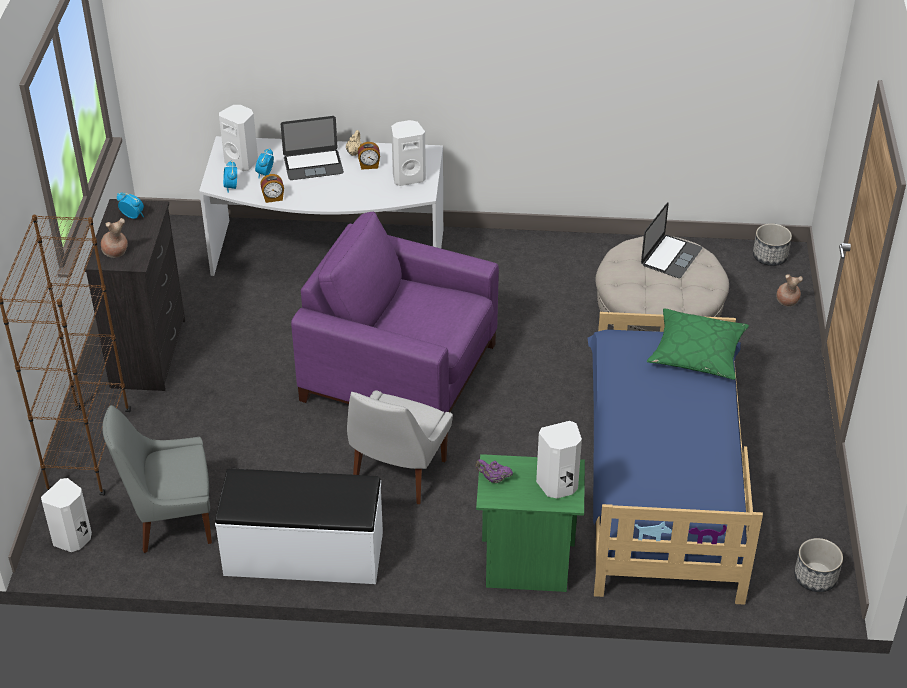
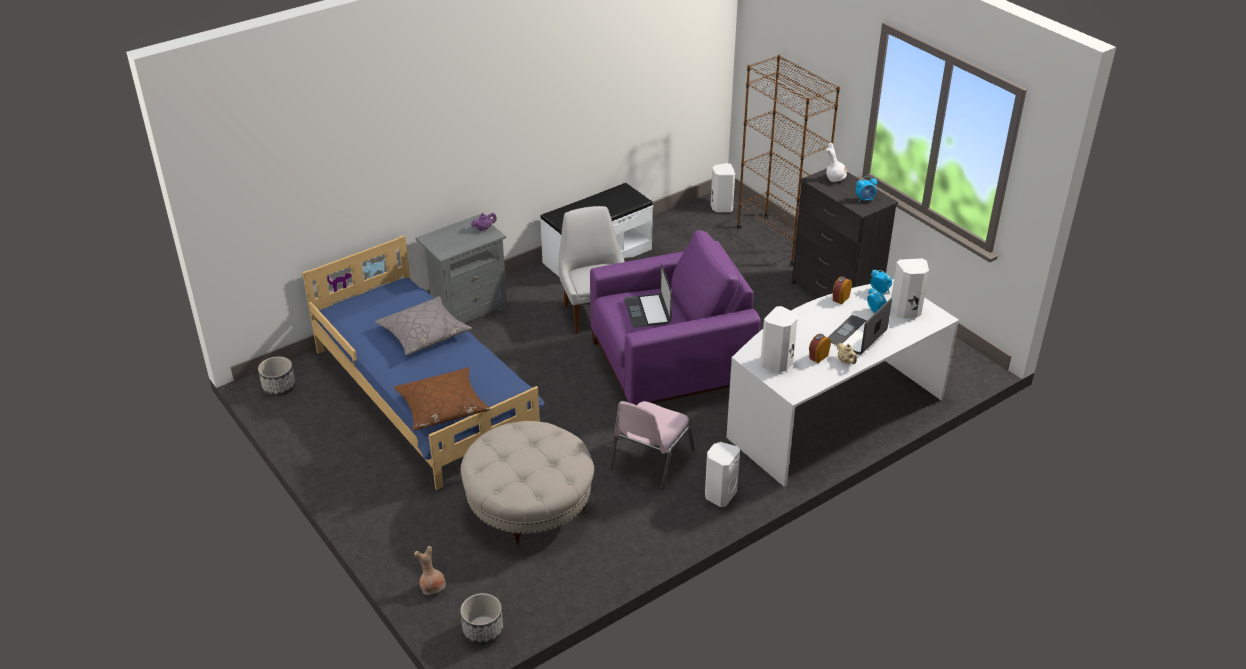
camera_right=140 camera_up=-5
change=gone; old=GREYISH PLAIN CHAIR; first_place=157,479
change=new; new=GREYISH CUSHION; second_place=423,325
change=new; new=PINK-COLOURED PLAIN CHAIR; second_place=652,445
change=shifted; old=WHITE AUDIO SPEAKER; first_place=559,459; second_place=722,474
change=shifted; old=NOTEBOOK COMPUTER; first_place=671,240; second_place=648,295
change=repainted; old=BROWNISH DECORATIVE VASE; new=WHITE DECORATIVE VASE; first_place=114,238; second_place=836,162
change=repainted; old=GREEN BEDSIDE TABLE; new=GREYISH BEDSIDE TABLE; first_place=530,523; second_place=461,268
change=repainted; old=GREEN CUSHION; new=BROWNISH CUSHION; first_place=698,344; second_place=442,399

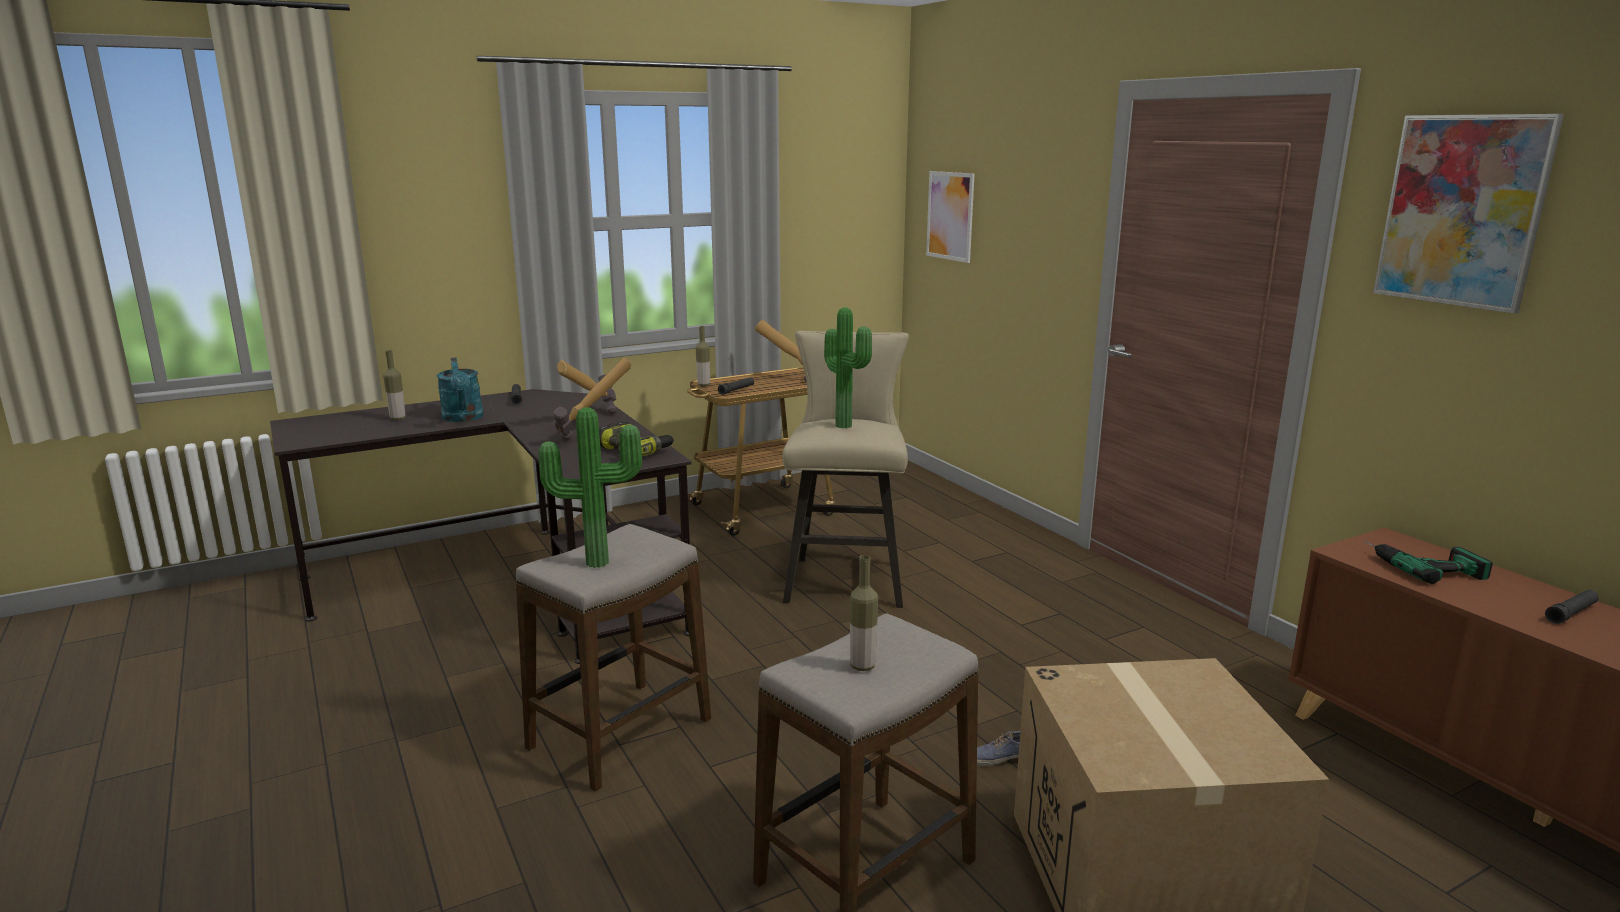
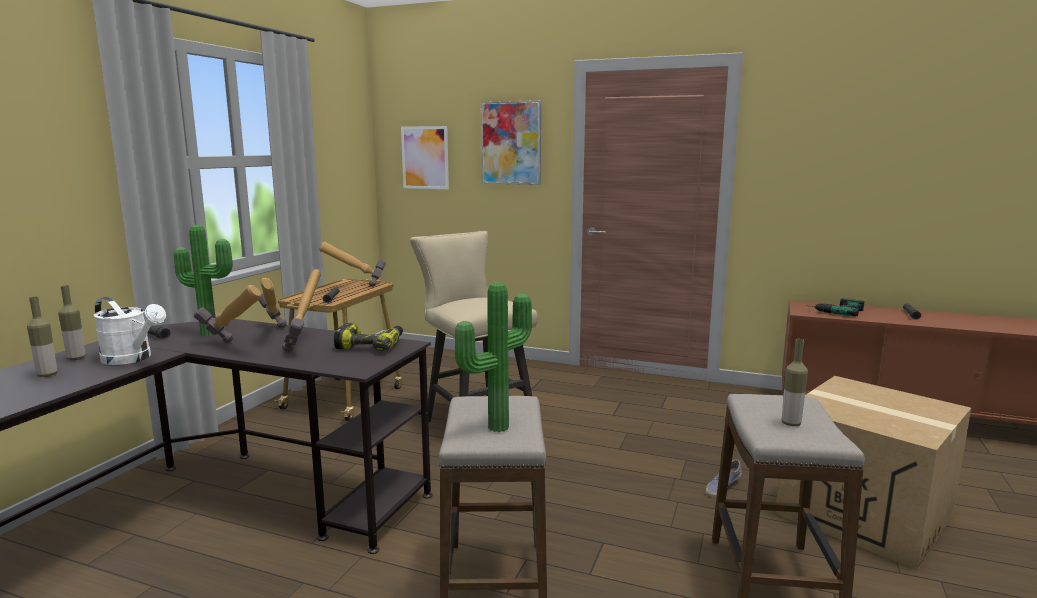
camera_right=-40 camera_up=-5
change=new; new=HAND HAMMER; second_place=228,314
change=shifted; old=BEVERAGE BOTTLE; first_place=703,356; second_place=71,322
change=shifted; old=PLANT IN A POT; first_place=848,368; second_place=203,280
change=shifted; old=PICTURE; first_place=1468,214; second_place=511,142
change=repainted; old=TURQUOISE SPRINKLING CAN; new=WHITE SPRINKLING CAN; first_place=460,389; second_place=130,331

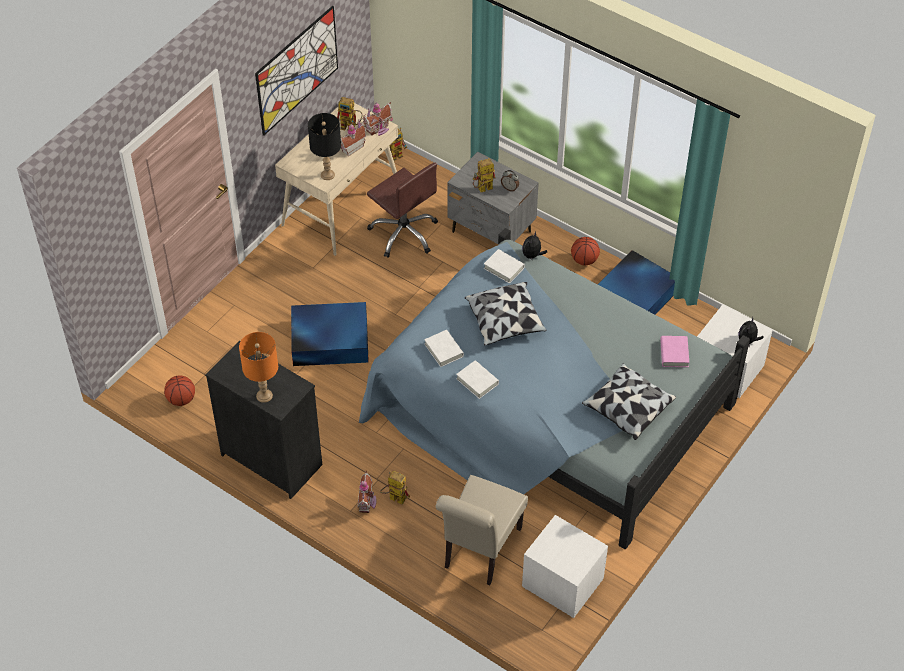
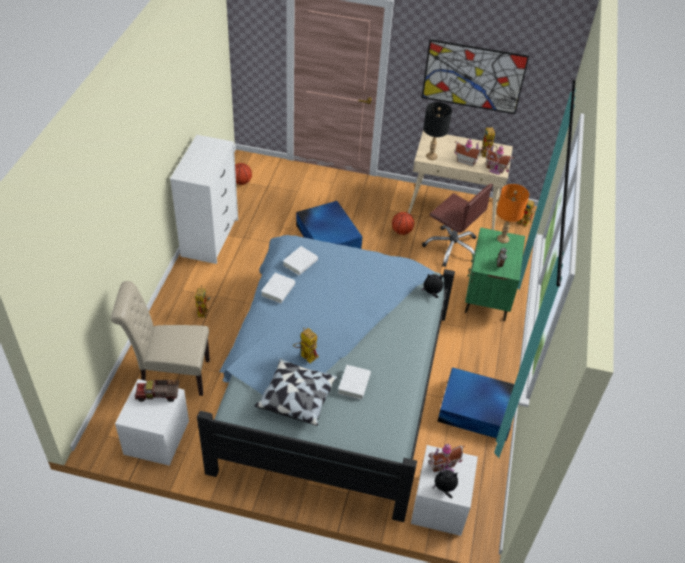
camera_right=65 camera_up=-5
change=gone; old=CUSHION; first_place=506,314
change=gone; old=PINK-COLOURED BOOK; first_place=674,351
change=new; new=TOY LORRY; second_place=157,391
change=shifted; old=ORANGEY LAMP FOR A TABLE; first_place=258,367; second_place=513,213
change=shifted; old=TOY HOUSE; first_place=366,492; second_place=446,458
change=shifted; old=TOY ROBOT; first_place=484,175; second_place=306,345
change=shifted; old=WHITE BOOK; first_place=504,266; second_place=354,382
change=shifted; old=BALL FOR BASKETBALL; first_place=585,251; second_place=403,223
change=repainted; old=BLACK DRAWER CHEST; new=WHITE DRAWER CHEST; first_place=263,420; second_place=204,199
change=repainted; old=GREYISH BEDSIDE TABLE; new=GREEN BEDSIDE TABLE; first_place=493,198; second_place=495,274
change=rotated; old=BROWNISH OFFICE CHAIR; first_place=402,210; second_place=457,225; degrees=-75

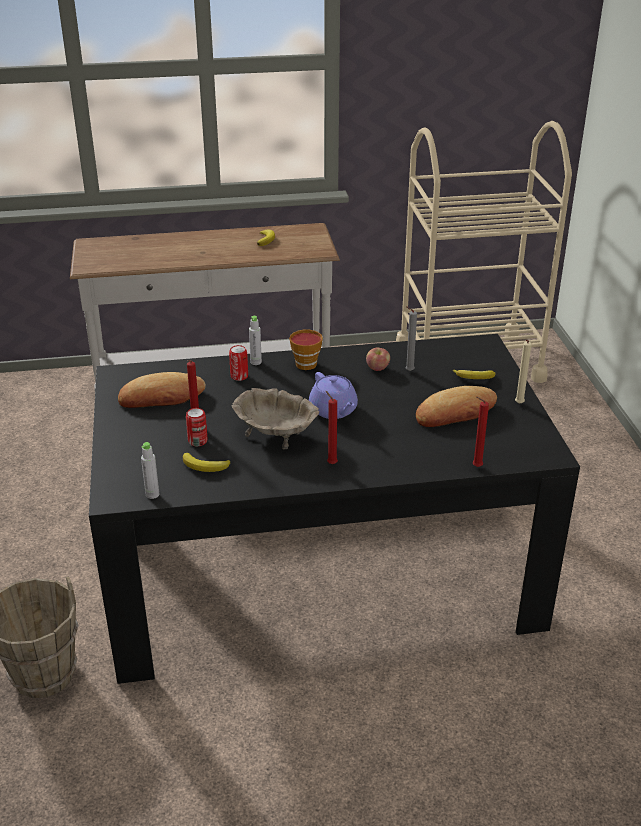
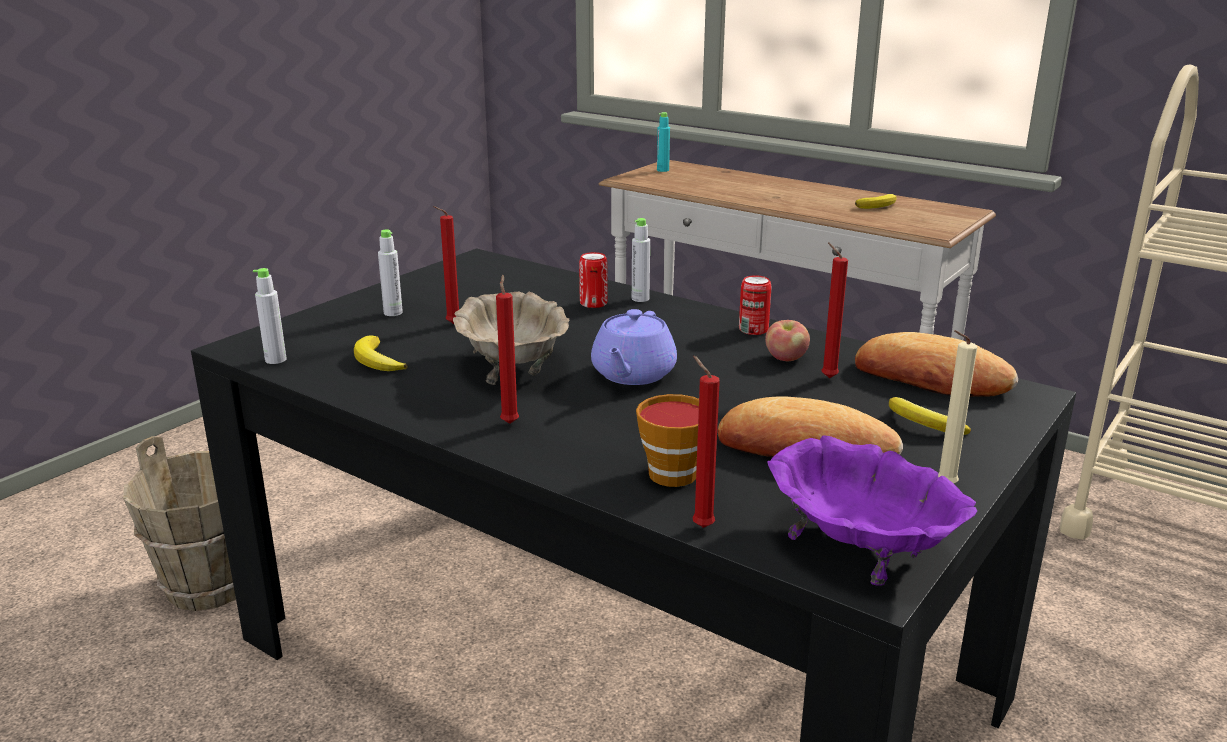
camera_right=45 camera_up=-10
change=new; new=GREYISH BEVERAGE BOTTLE; second_place=390,272
change=new; new=TURQUOISE BEVERAGE BOTTLE; second_place=663,142
change=new; new=PURPLE-COLOURED SERVING BOWL; second_place=872,510
change=shifted; old=BAKED BREAD; first_place=162,390; second_place=936,364
change=shifted; old=CAN; first_place=197,427; second_place=755,305
change=shifted; old=DRINKING CUP; first_place=306,350; second_place=667,440
change=repainted; old=GREYISH CANDLE; new=RED-COLOURED CANDLE; first_place=411,338; second_place=834,310

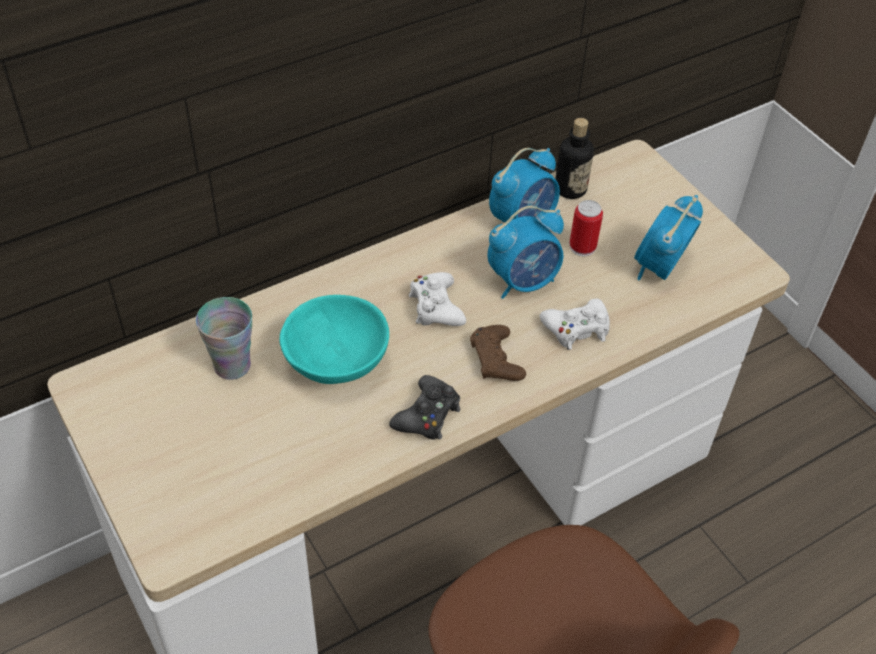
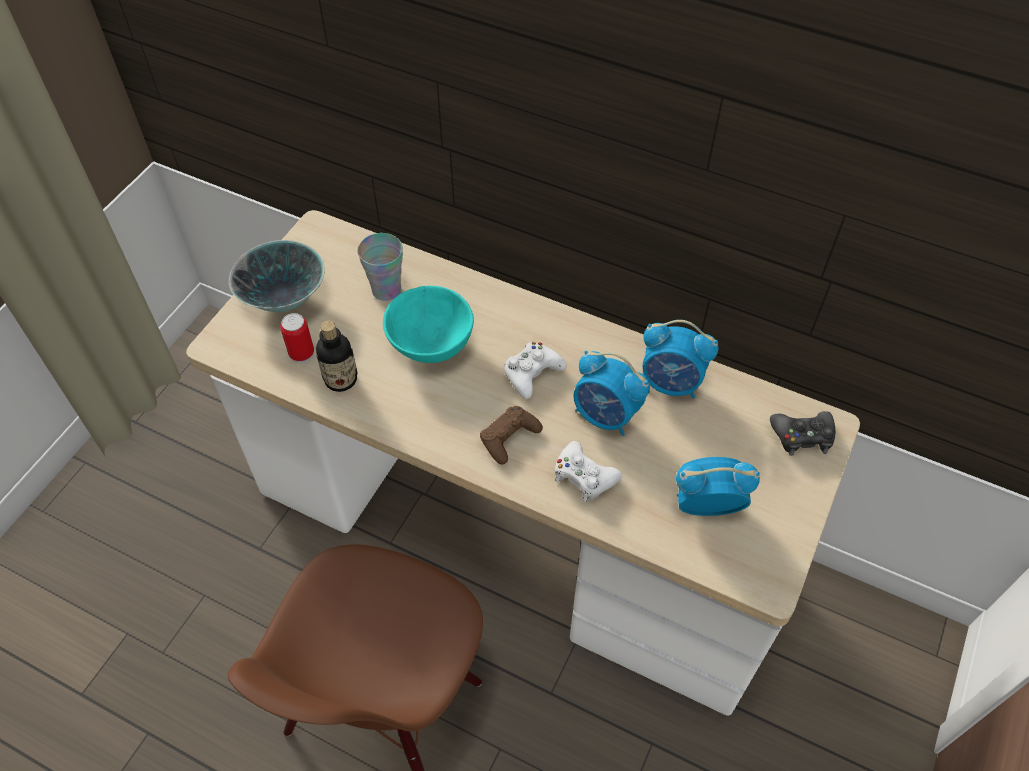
camera_right=60 camera_up=5
change=new; new=SERVING BOWL; second_place=277,276
change=shifted; old=BLACK GAMEPAD; first_place=425,407; second_place=802,433
change=shifted; old=BEVERAGE BOTTLE; first_place=574,158; second_place=336,356
change=shifted; old=CAN; first_place=586,228; second_place=297,338

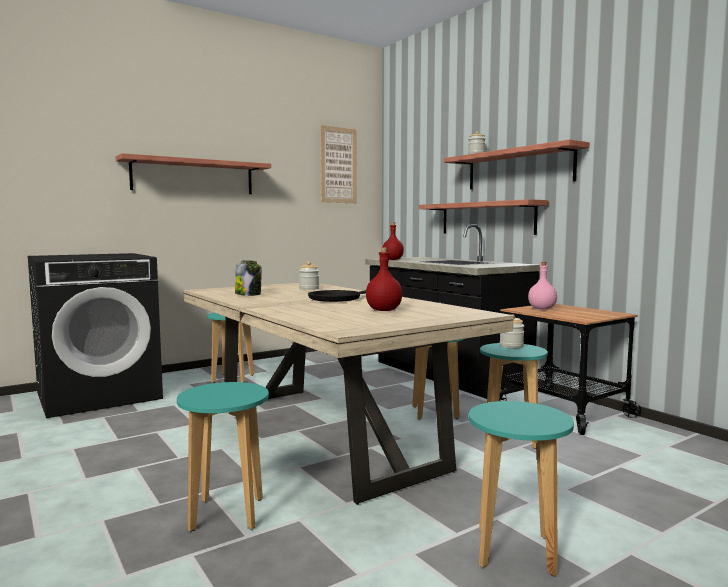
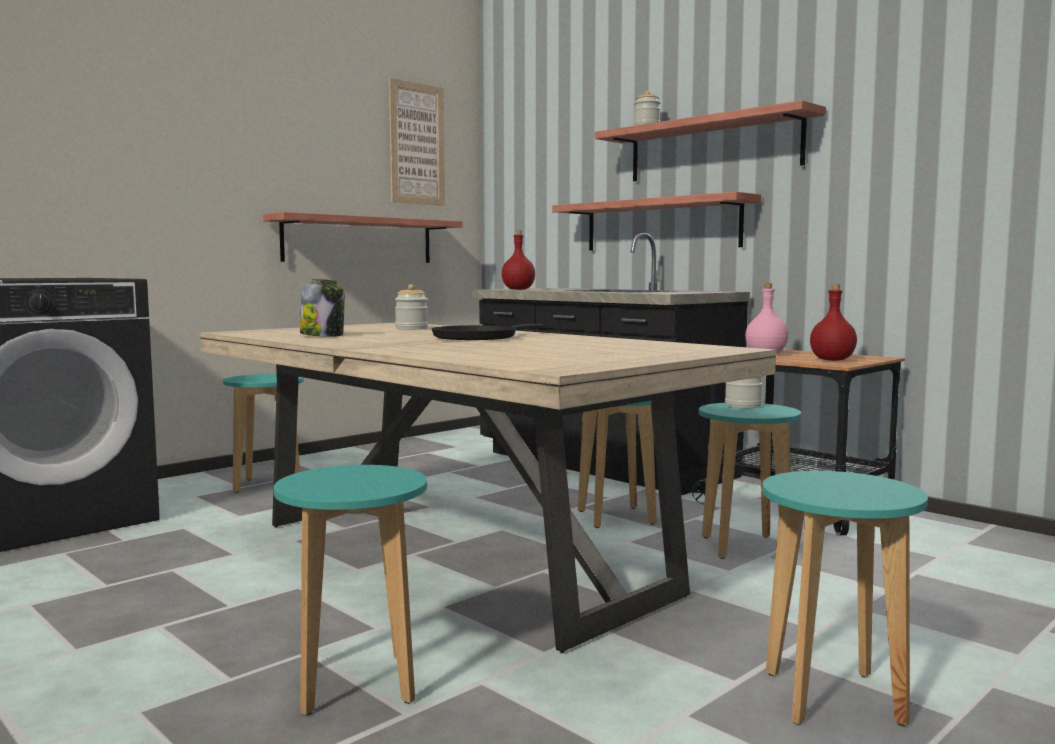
camera_right=-10 camera_up=0
change=shifted; old=BRACKET SHELF; first_place=193,173; second_place=363,237
change=shifted; old=RED-COLOURED BEVERAGE BOTTLE; first_place=384,279; second_place=833,322

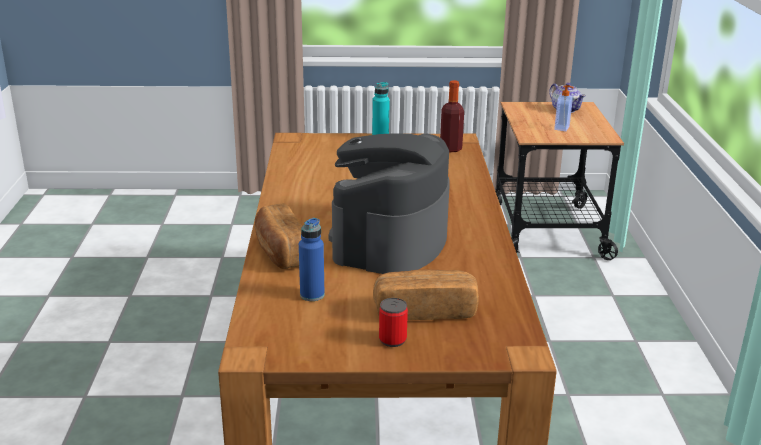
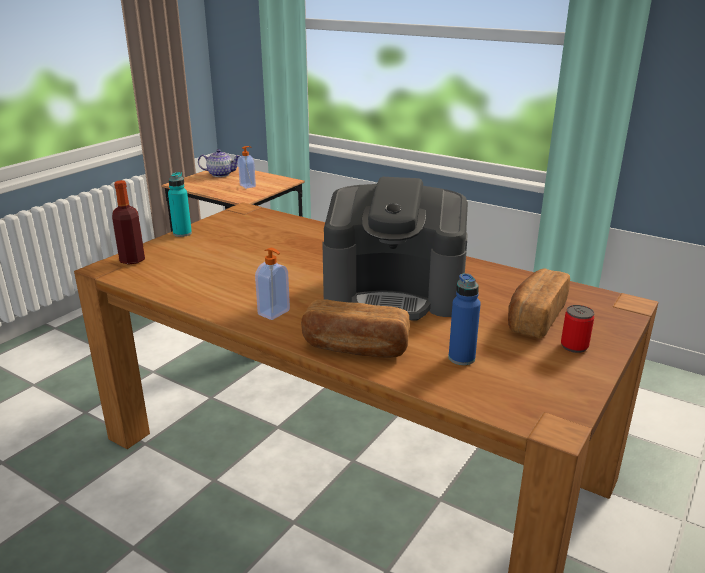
camera_right=-55 camera_up=0
change=new; new=SOAP DISPENSER; second_place=272,284
change=shifted; old=BEVERAGE BOTTLE; first_place=452,116; second_place=128,222
change=rotated; old=COFFEE MACHINE; first_place=389,203; second_place=395,249; degrees=-45

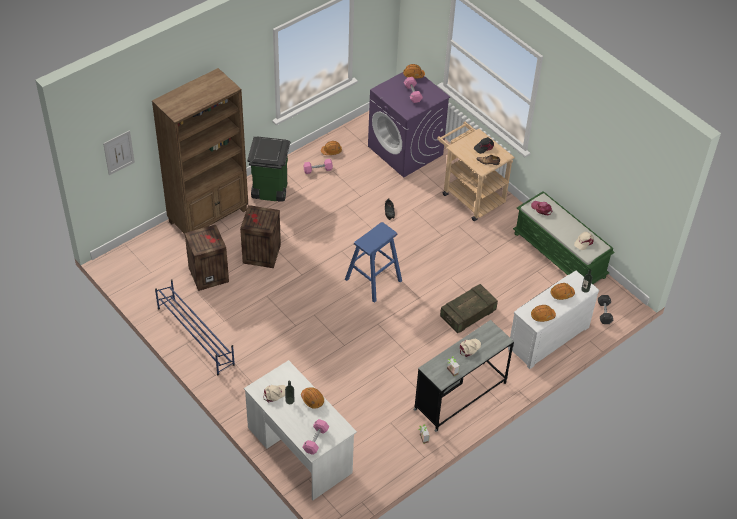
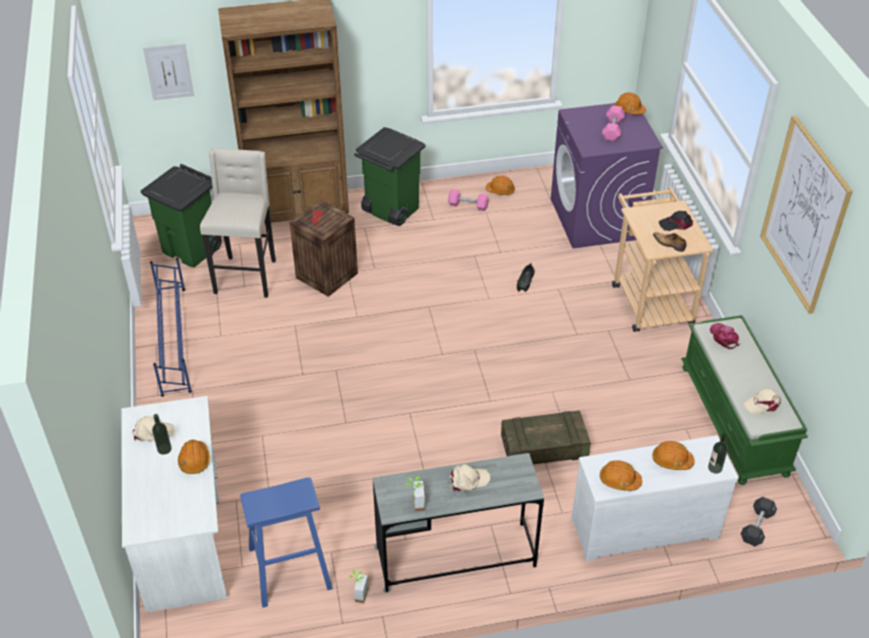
camera_right=30 camera_up=-5
change=gone; old=PINK-COLOURED DUMBBELL; first_place=316,437
change=new; new=GREEN TRASH CAN; second_place=181,216
change=new; new=PICTURE; second_place=806,215
change=shifted; old=BLUE-COLOURED STOOL SEAT; first_place=373,262; second_place=286,542
change=swapped; old=PACKING CRATE; new=SAND-COLOURED STOOL SEAT; first_place=207,258; second_place=238,223

